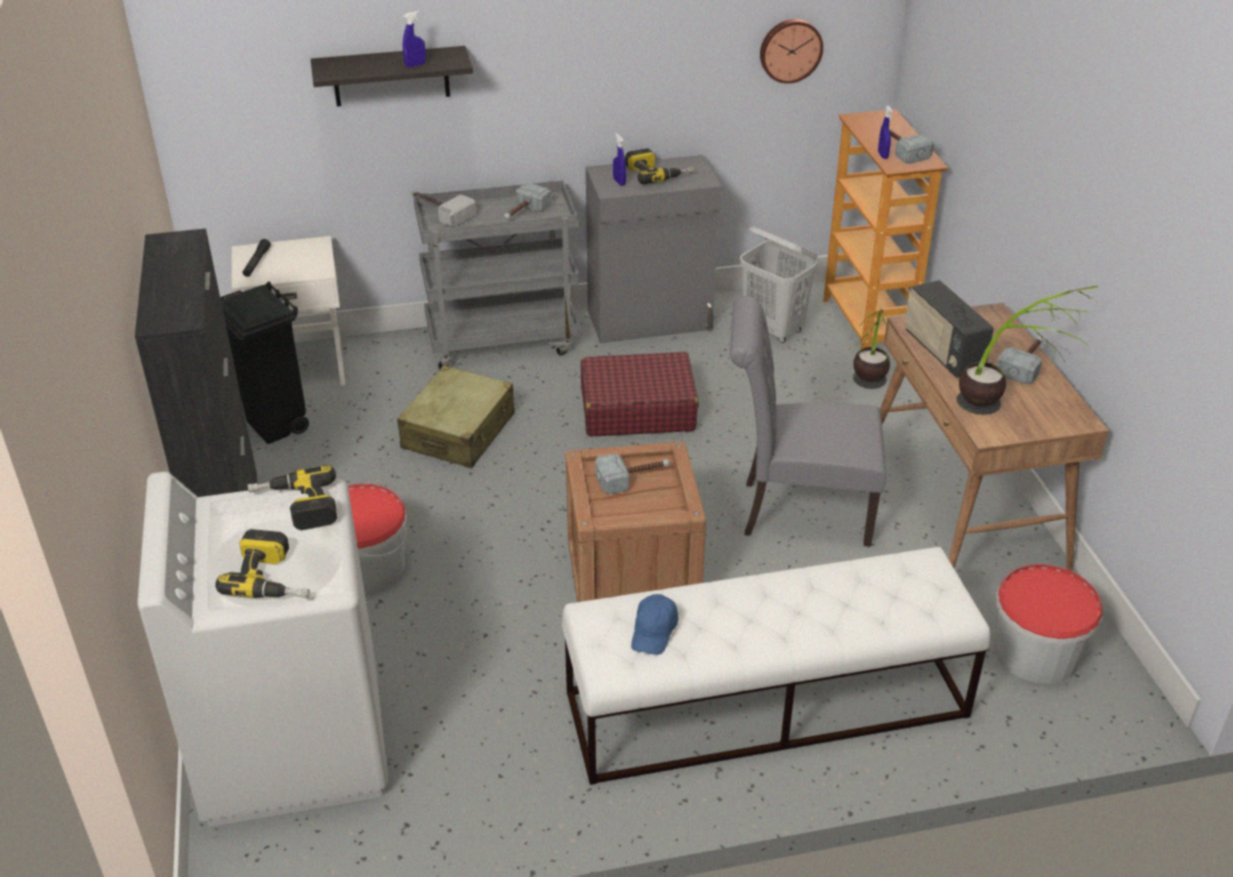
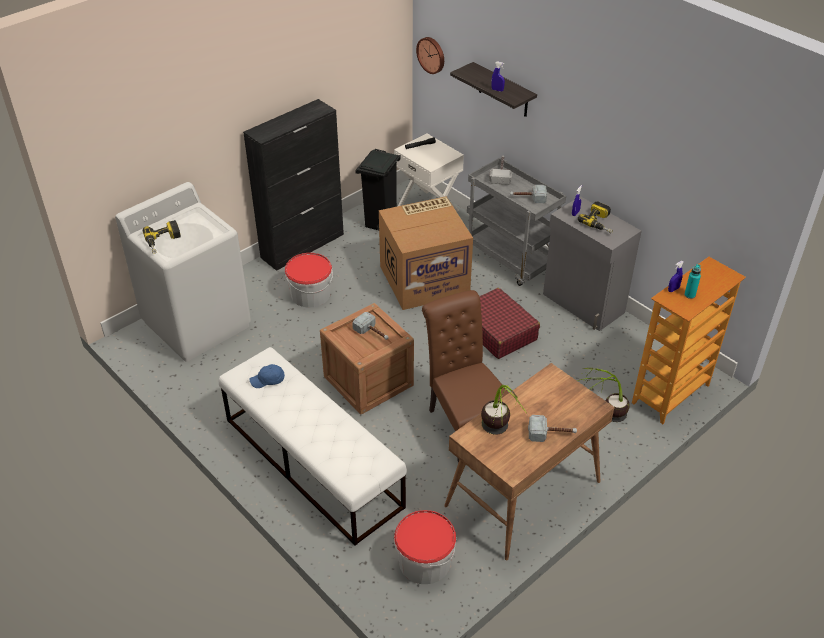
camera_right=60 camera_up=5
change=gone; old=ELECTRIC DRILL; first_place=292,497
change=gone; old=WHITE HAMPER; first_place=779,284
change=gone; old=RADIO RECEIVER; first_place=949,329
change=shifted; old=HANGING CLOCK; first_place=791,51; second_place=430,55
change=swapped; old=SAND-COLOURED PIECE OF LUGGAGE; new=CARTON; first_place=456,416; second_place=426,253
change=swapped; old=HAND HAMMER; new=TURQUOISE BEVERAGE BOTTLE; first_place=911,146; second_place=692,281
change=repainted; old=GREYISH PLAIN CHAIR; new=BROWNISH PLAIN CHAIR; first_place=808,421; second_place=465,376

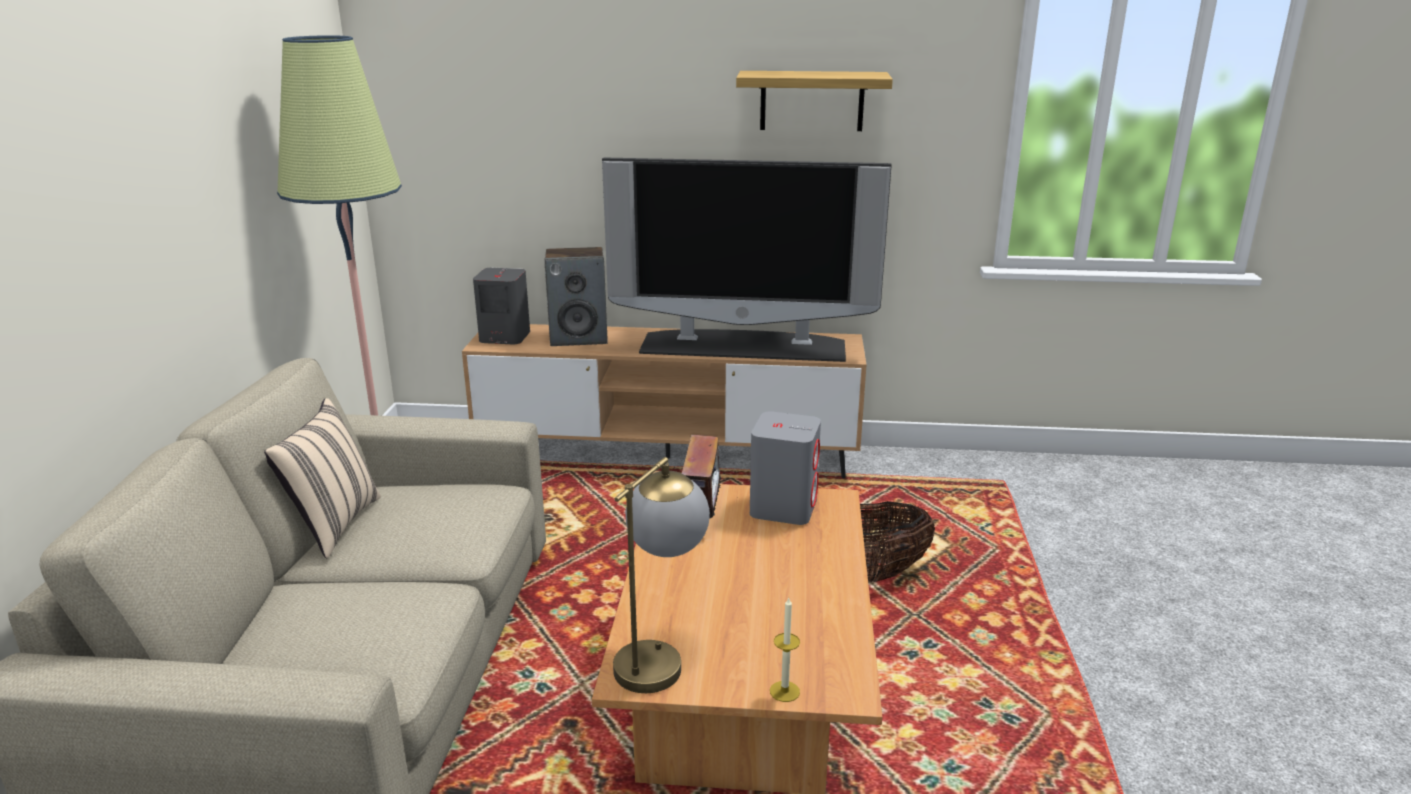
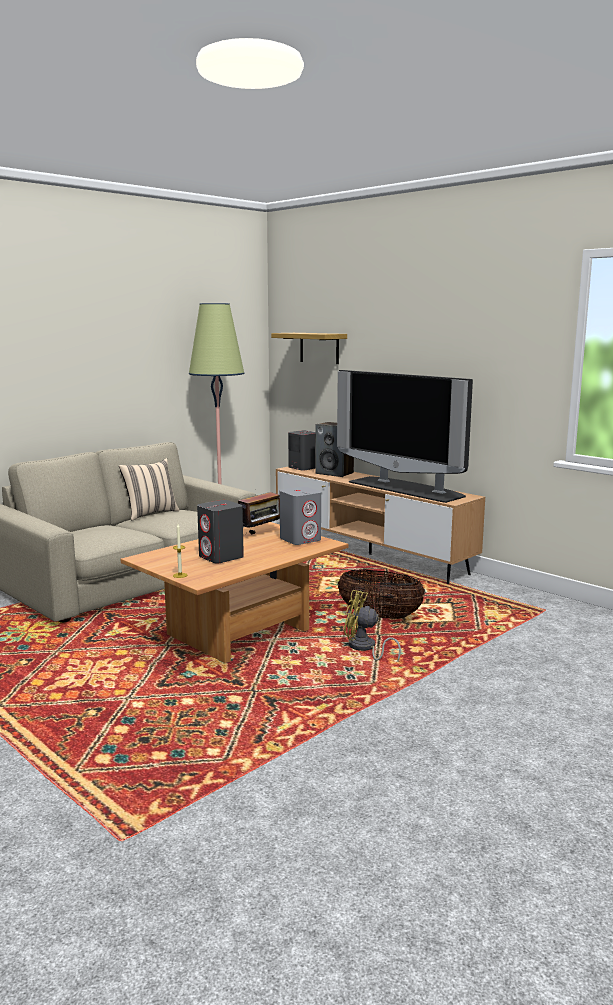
camera_right=40 camera_up=-10
change=gone; old=LAMP FOR A TABLE; first_place=661,575
change=new; new=GREYISH AUDIO SPEAKER; second_place=220,531
change=new; new=YELLOW-COLOURED FAN; second_place=372,626
change=shifted; old=BRACKET SHELF; first_place=814,101; second_place=309,348

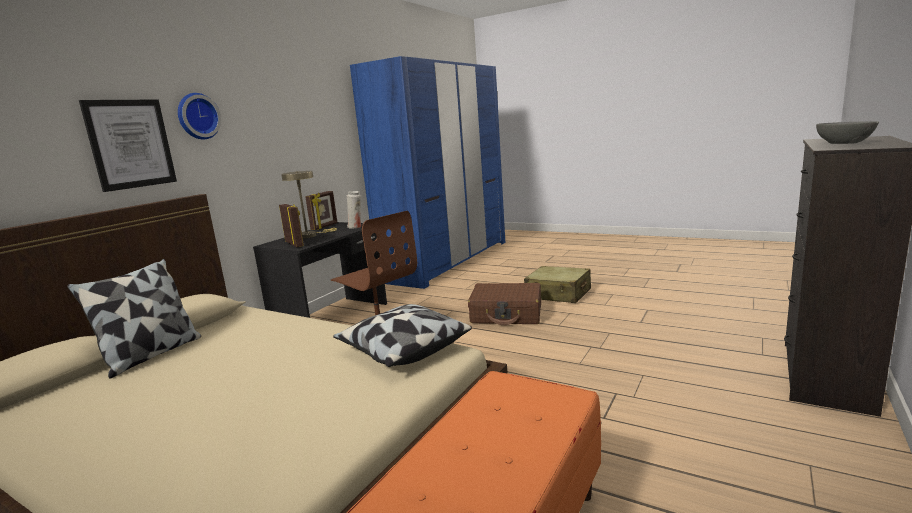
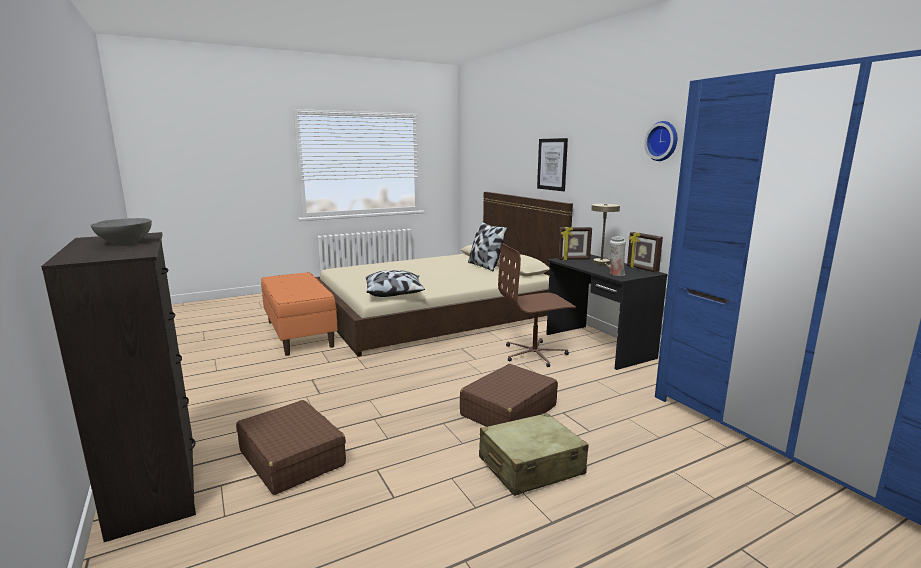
camera_right=120 camera_up=0
change=new; new=BROWNISH PIECE OF LUGGAGE; second_place=291,447
change=shifted; old=HANGING CLOCK; first_place=199,116; second_place=660,141

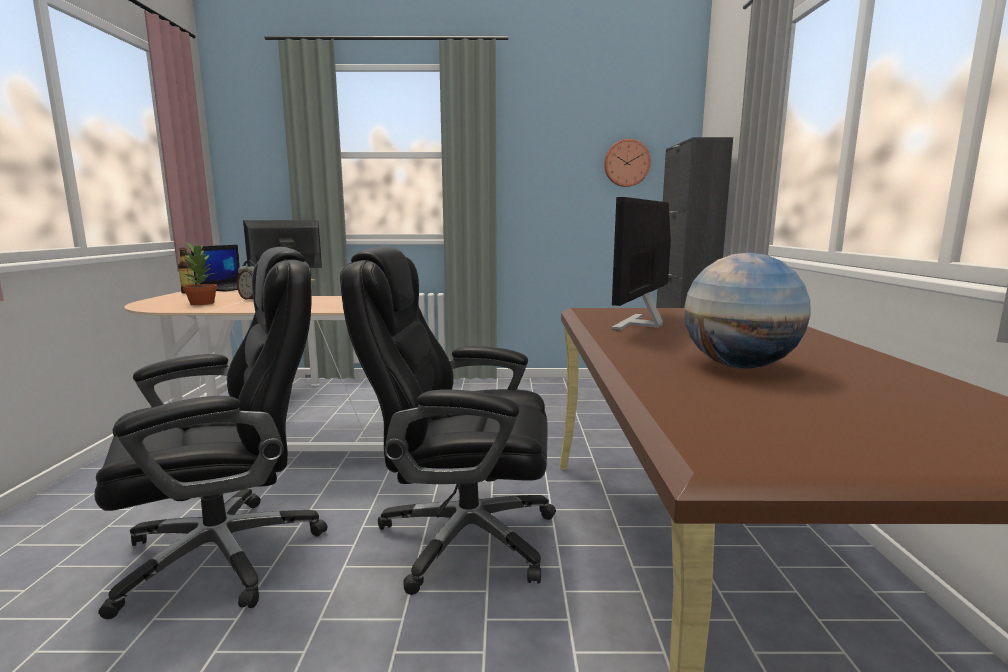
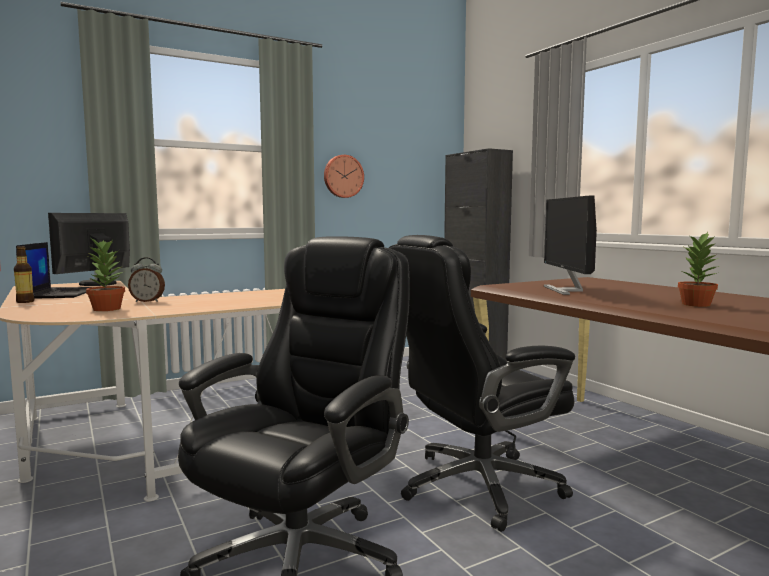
camera_right=-30 camera_up=-5
change=shifted; old=HANGING CLOCK; first_place=627,163; second_place=344,176
change=swapped; old=DESK GLOBE; new=PLANT IN A POT; first_place=747,311; second_place=698,269

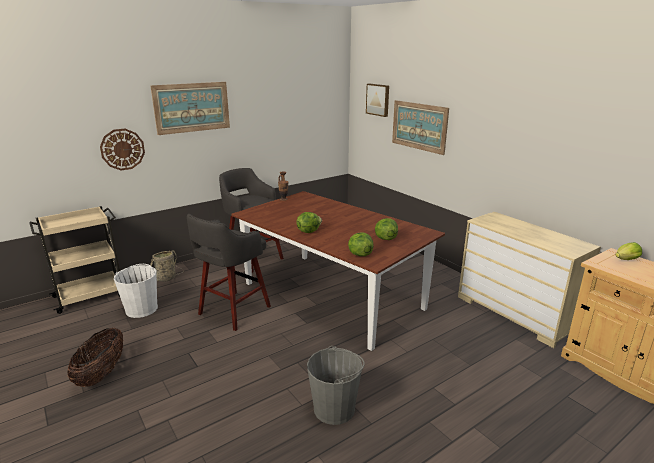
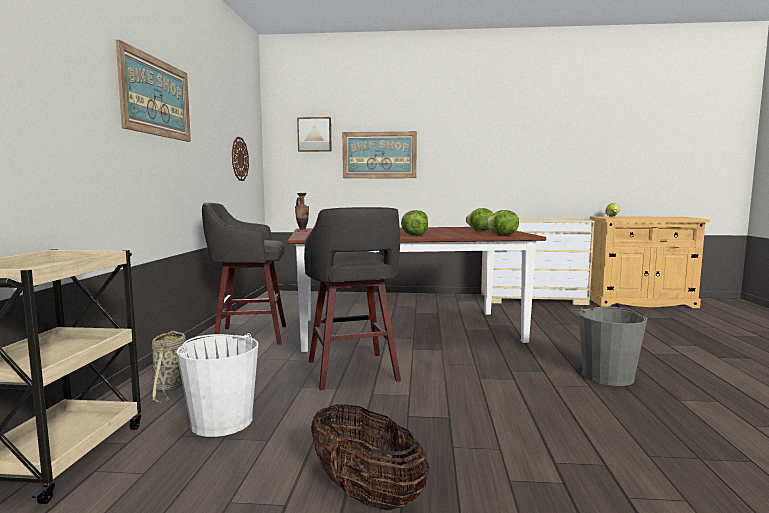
camera_right=-50 camera_up=-15
change=shifted; old=HANGING CLOCK; first_place=122,149; second_place=240,159

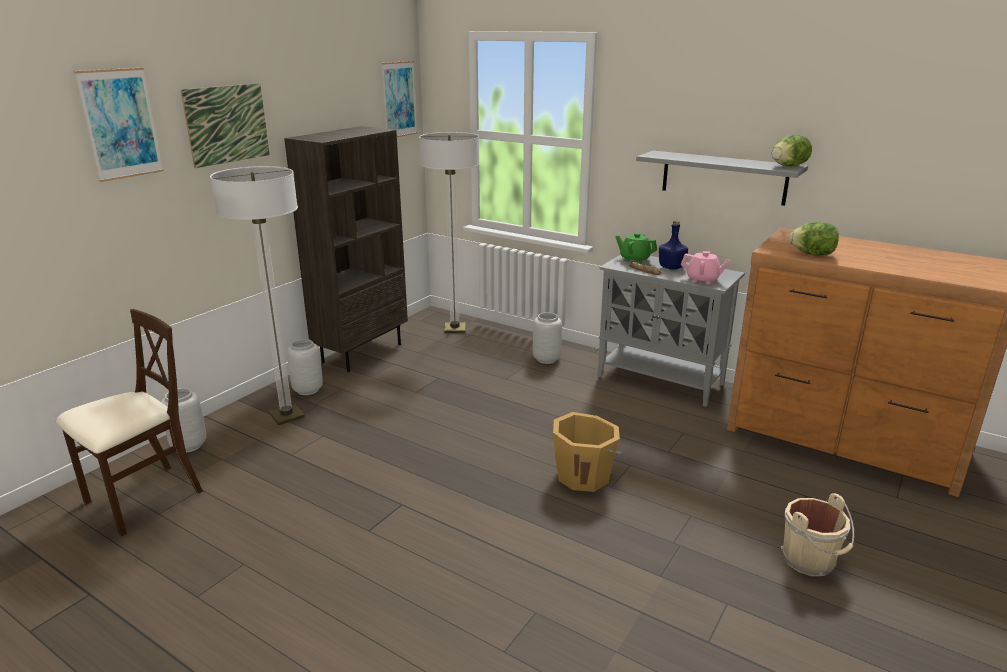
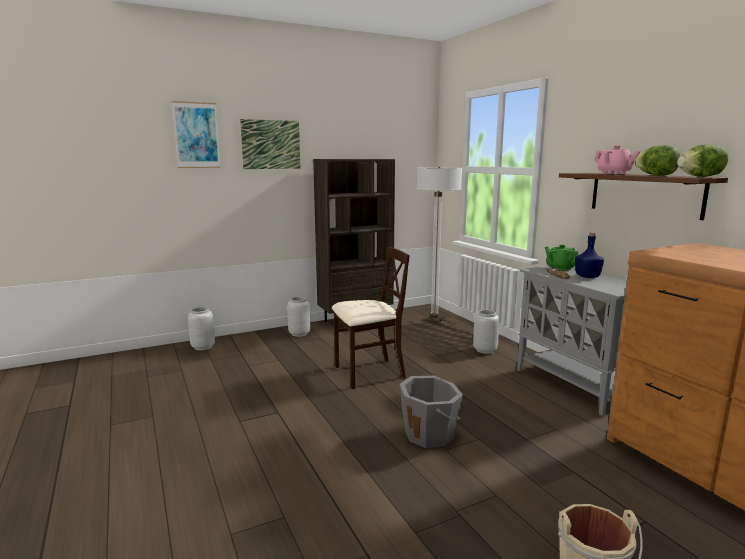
camera_right=30 camera_up=-10
change=gone; old=STANDARD LAMP; first_place=257,295
change=gone; old=PICTURE; first_place=399,99
change=shifted; old=SAND-COLOURED PLAIN CHAIR; first_place=129,423; second_place=371,317
change=shifted; old=PINK-COLOURED TEAPOT; first_place=705,267; second_place=617,160
change=shifted; old=LETTUCE; first_place=814,238; second_place=657,160
change=repainted; old=ORANGEY BUCKET; new=GREYISH BUCKET; first_place=587,452; second_place=431,412
change=repainted; old=GREYISH BRACKET SHELF; new=BROWNISH BRACKET SHELF; first_place=722,178; second_place=643,196

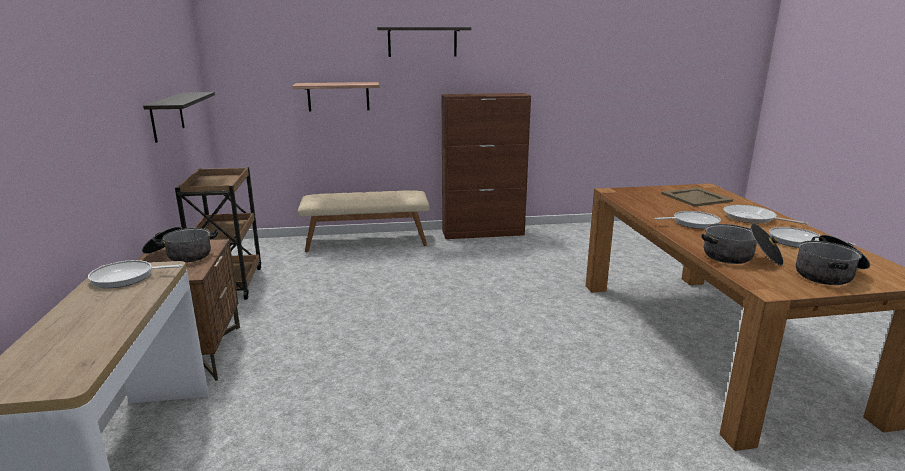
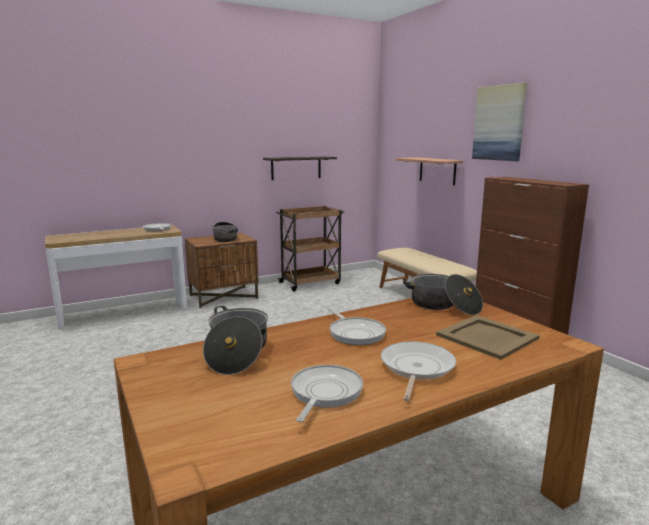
camera_right=70 camera_up=-5
change=shifted; old=STOCKPOT; first_place=833,260; second_place=442,294
change=swapped; old=BRACKET SHELF; new=PICTURE; first_place=424,42; second_place=499,121

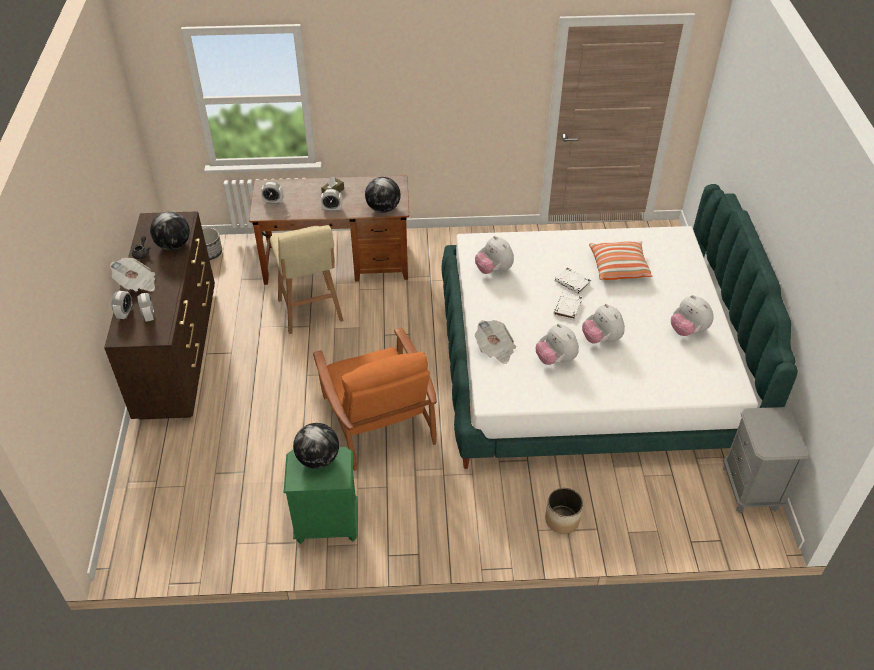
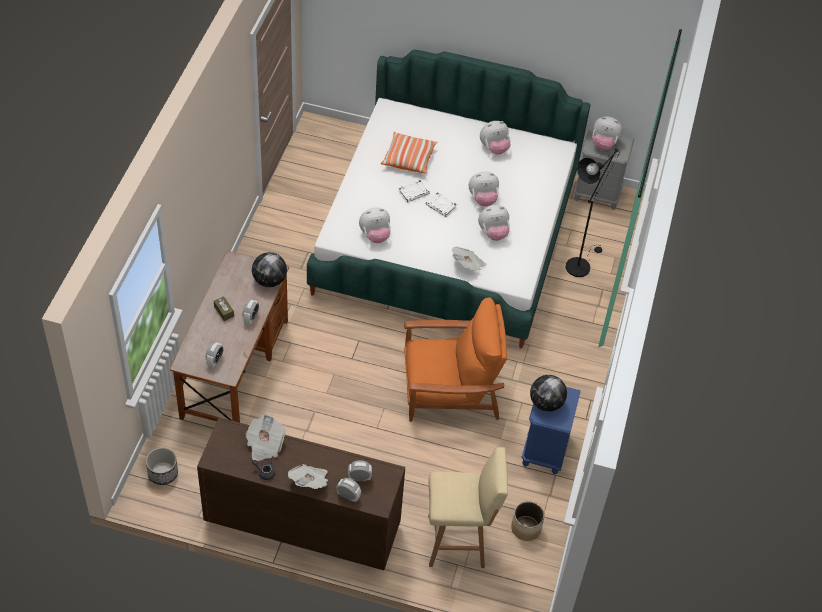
camera_right=-75 camera_up=5
change=new; new=BLACK STANDARD LAMP; second_place=593,212
change=new; new=SOFT TOY; second_place=607,133
change=shifted; old=SAND-COLOURED STOOL SEAT; first_place=307,279; second_place=468,507
change=shifted; old=FLOWER POT; first_place=564,511; second_place=527,521
change=swapped; old=DESK GLOBE; new=PRINTED PAPER; first_place=170,231; second_place=266,437
change=repainted; old=GREEN BEDSIDE TABLE; new=BLUE-COLOURED BEDSIDE TABLE; first_place=321,495; second_place=551,430

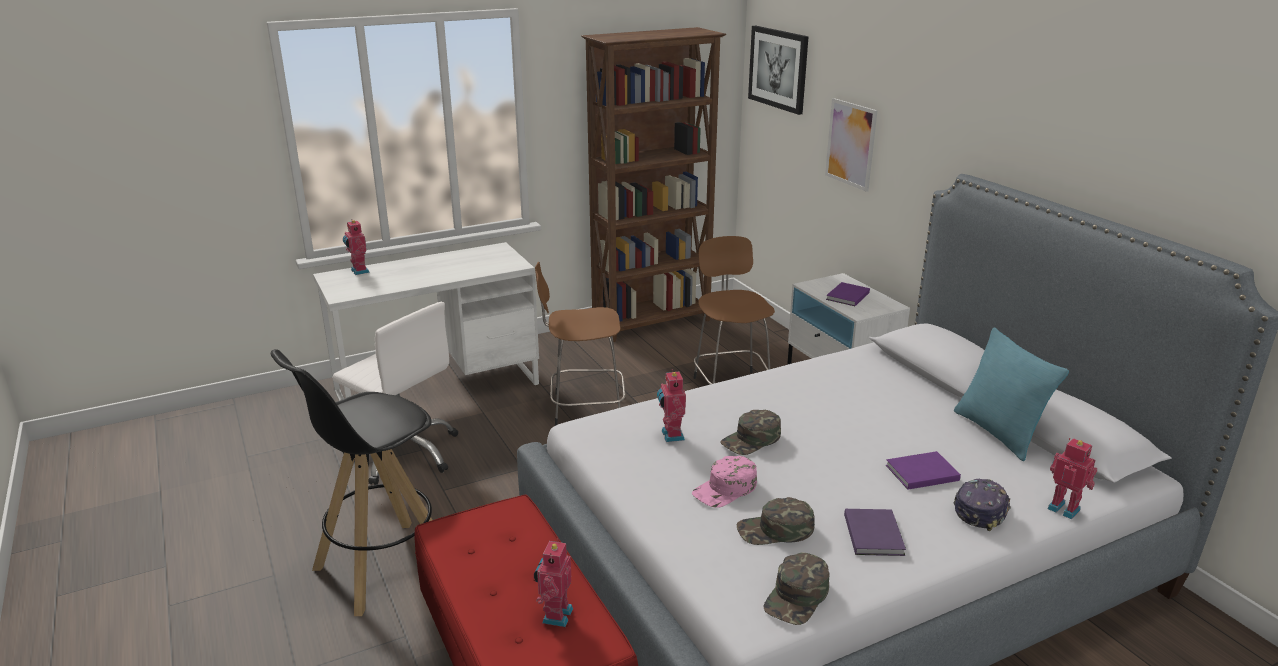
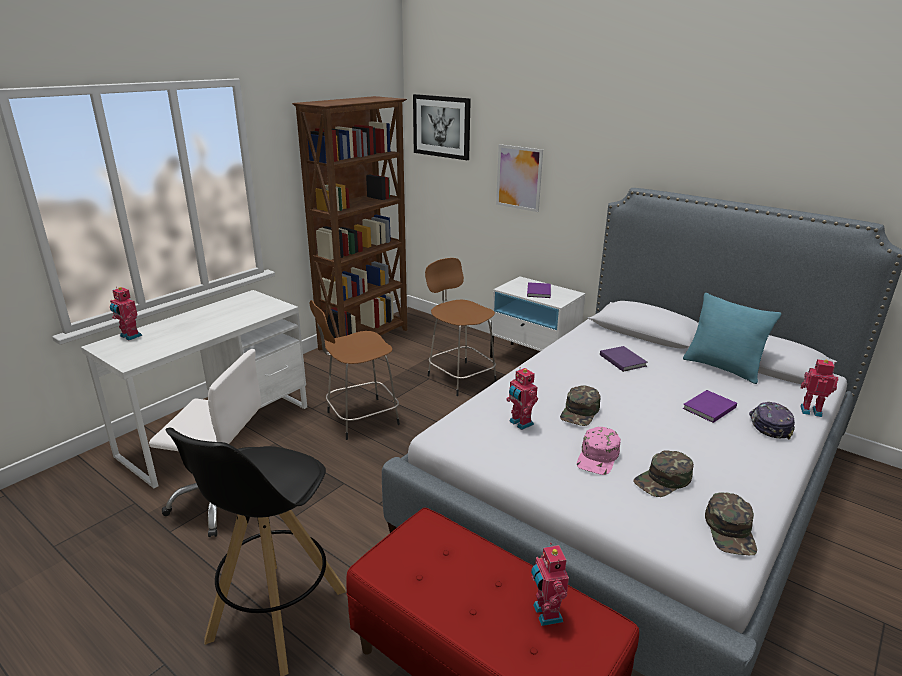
camera_right=-25 camera_up=0
change=shifted; old=PURPLE-COLOURED BOOK; first_place=875,532; second_place=624,359

